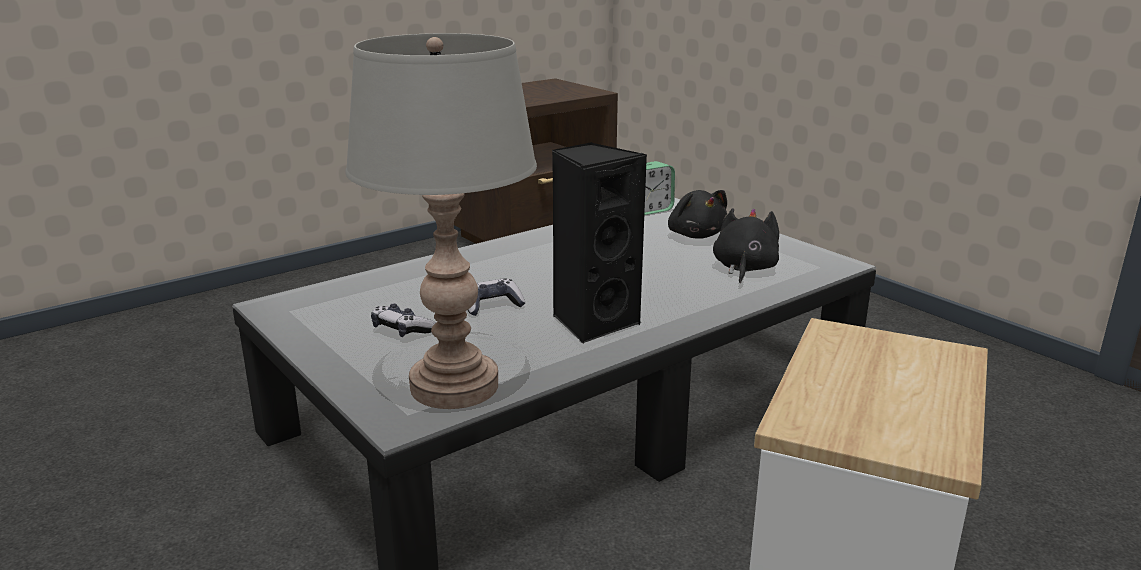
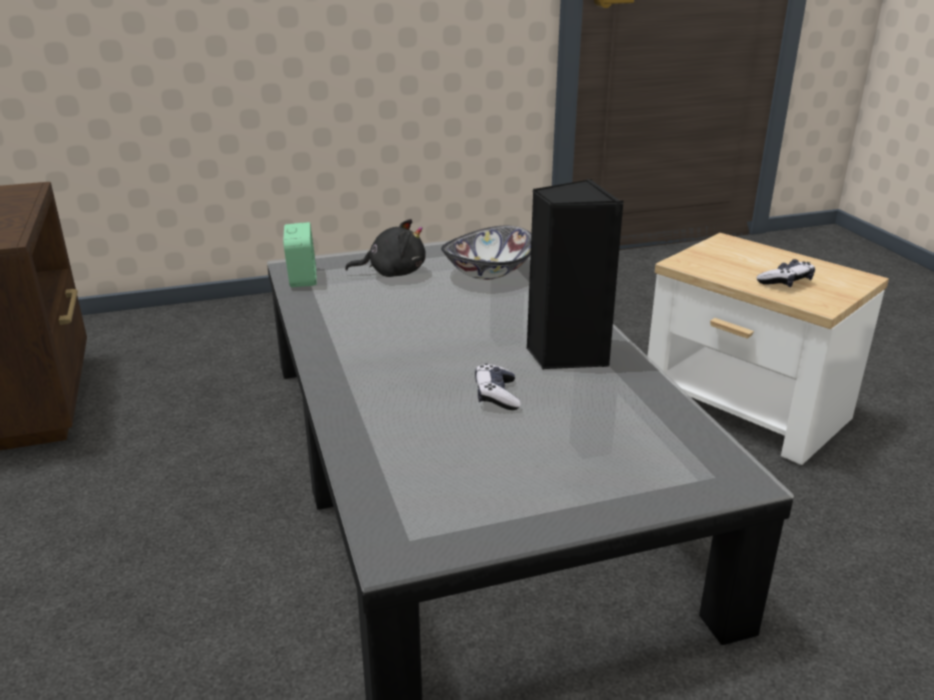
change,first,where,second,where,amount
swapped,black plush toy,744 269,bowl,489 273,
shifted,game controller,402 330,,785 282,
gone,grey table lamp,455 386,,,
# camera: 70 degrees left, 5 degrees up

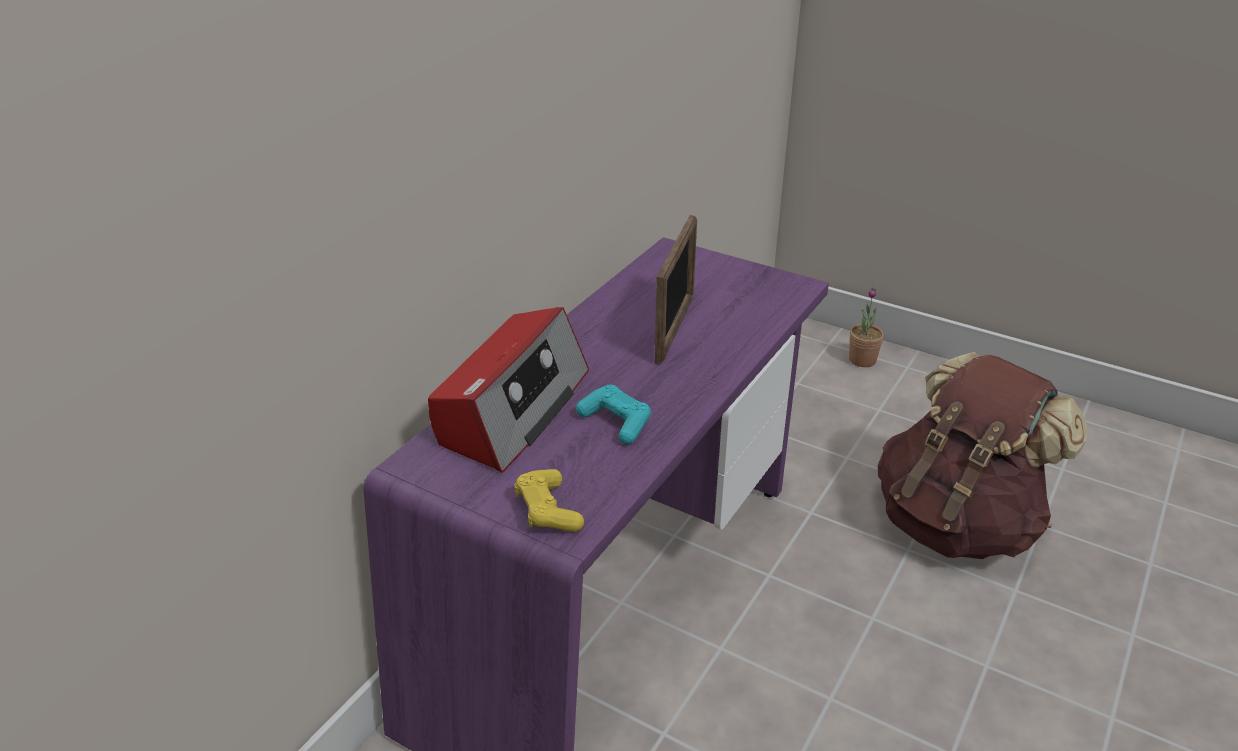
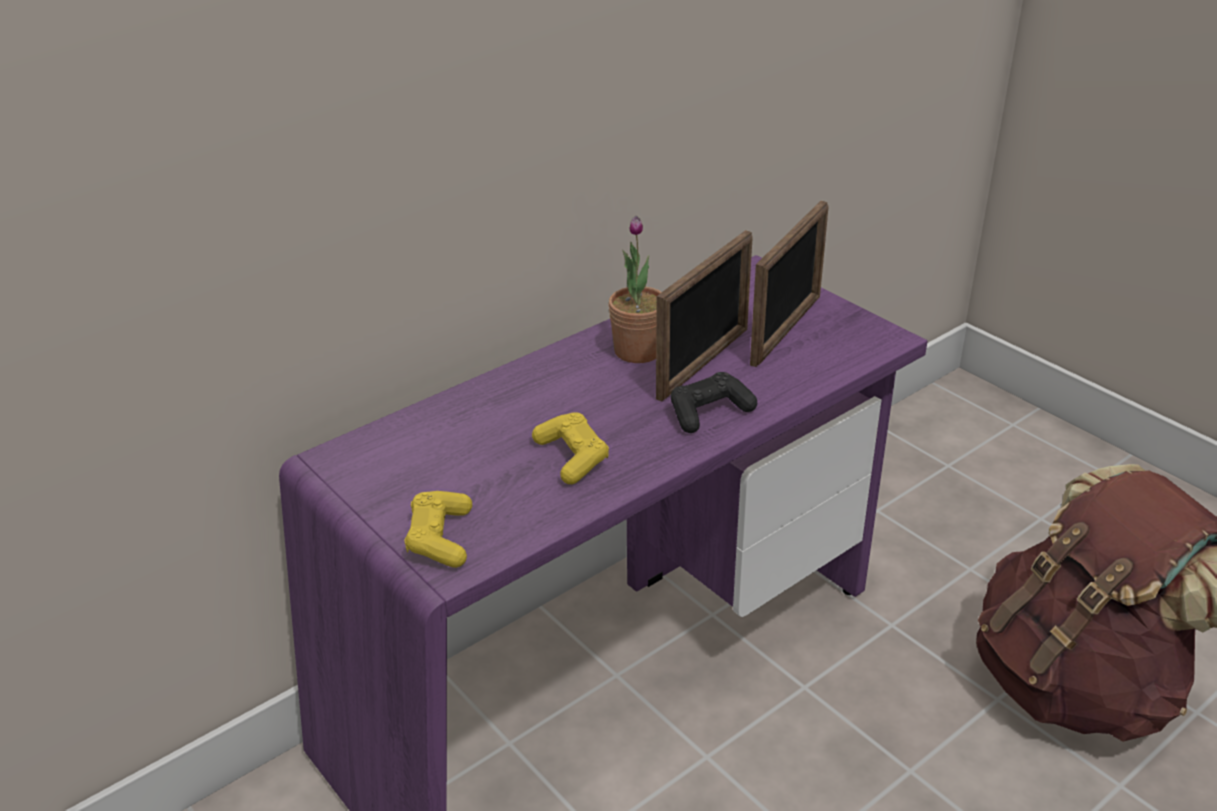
change,first,where,second,where,amount
repainted,turquoise game controller,616 422,yellow game controller,572 457,
shifted,potted plant,862 360,,638 351,
new,,,black game controller,709 412,
new,,,picture frame,786 330,
gone,radio,512 409,,,
# camera: 20 degrees right, 0 degrees up

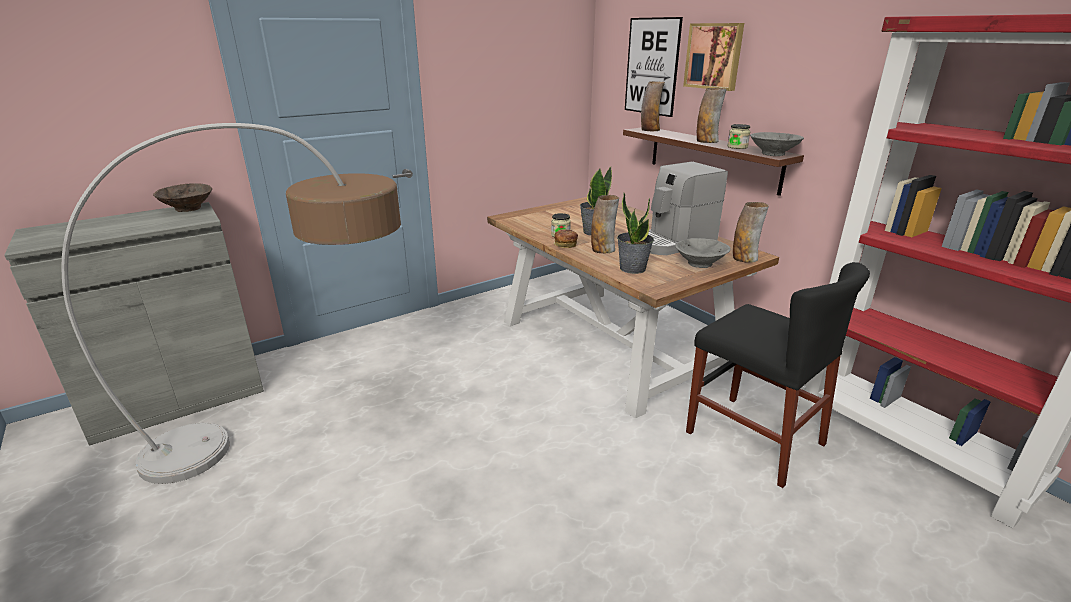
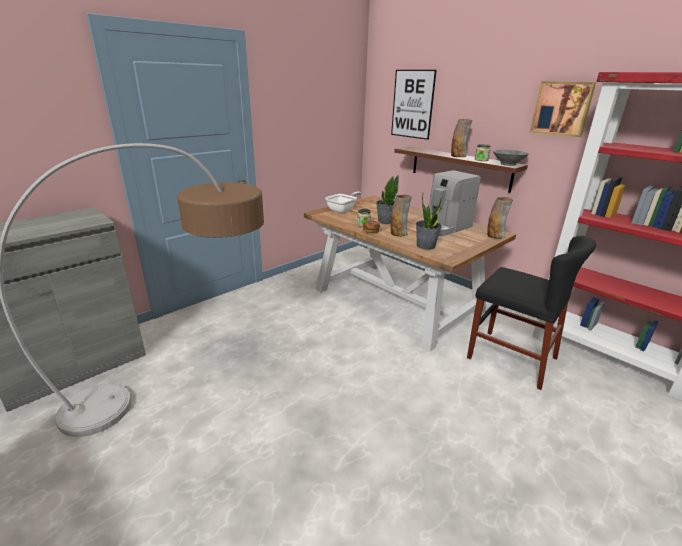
change,first,where,second,where,amount
new,,,frying pan,343 210,
shifted,picture,714 56,,562 108,
gone,brown bowl,187 208,,,
gone,vase,650 130,,,
gone,grey bowl,700 263,,,
# camera: 10 degrees left, 0 degrees up

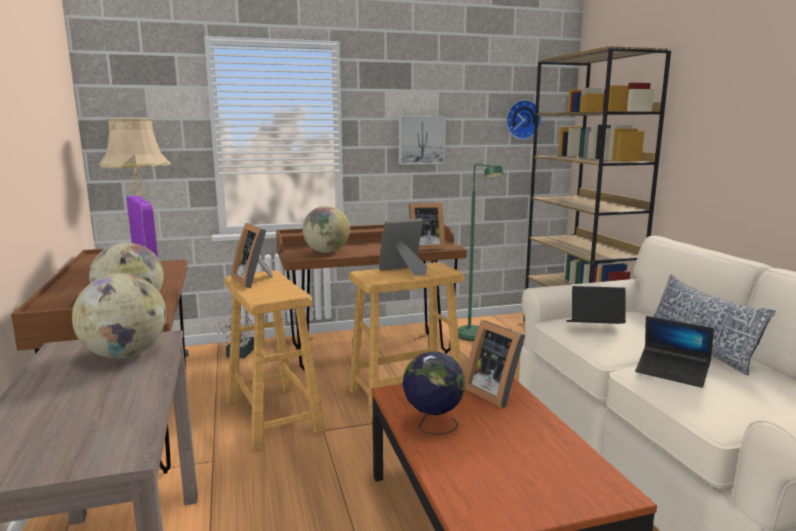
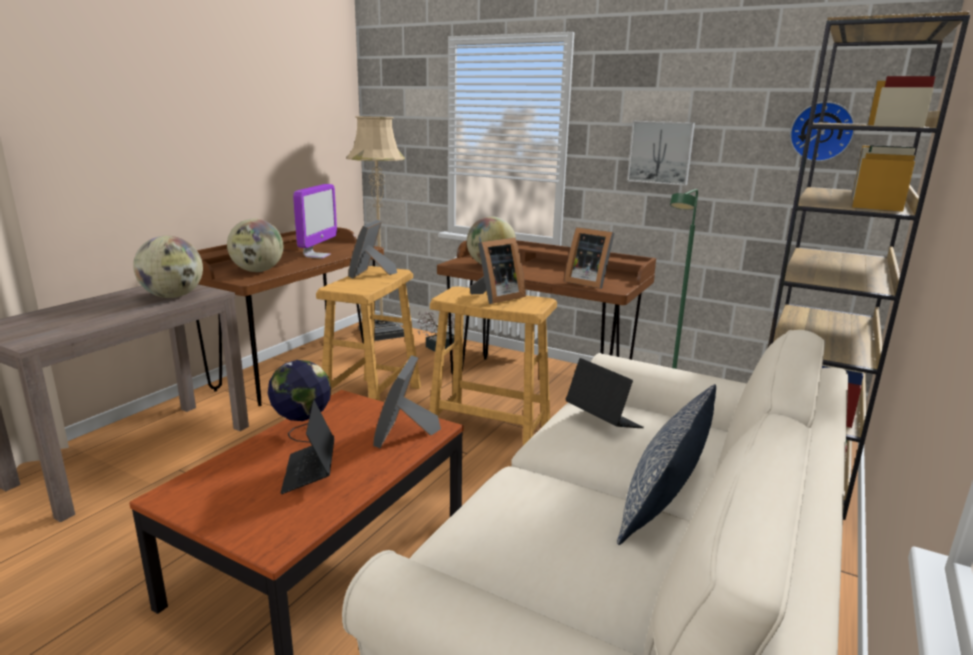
change,first,where,second,where,amount
shifted,laptop,672 372,,309 472,
rotated,picture frame,404 271,,496 297,120 degrees clockwise
# camera: 45 degrees right, 5 degrees up

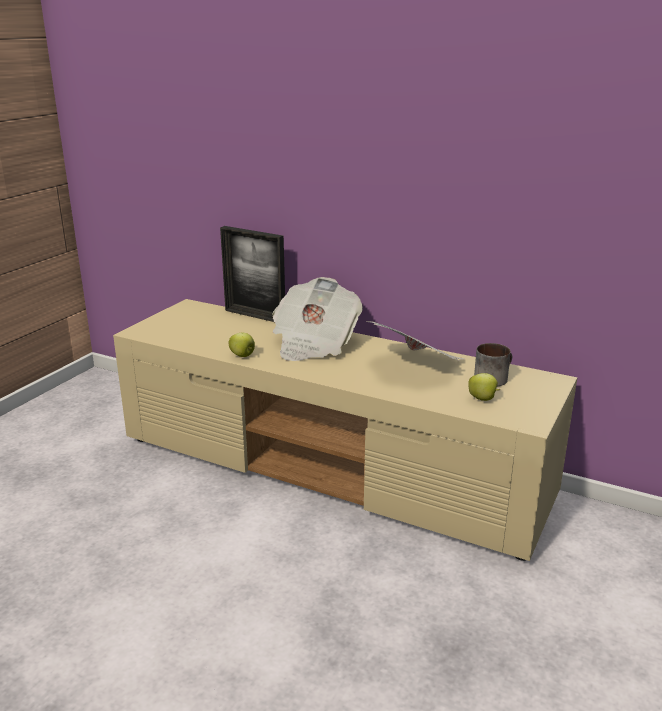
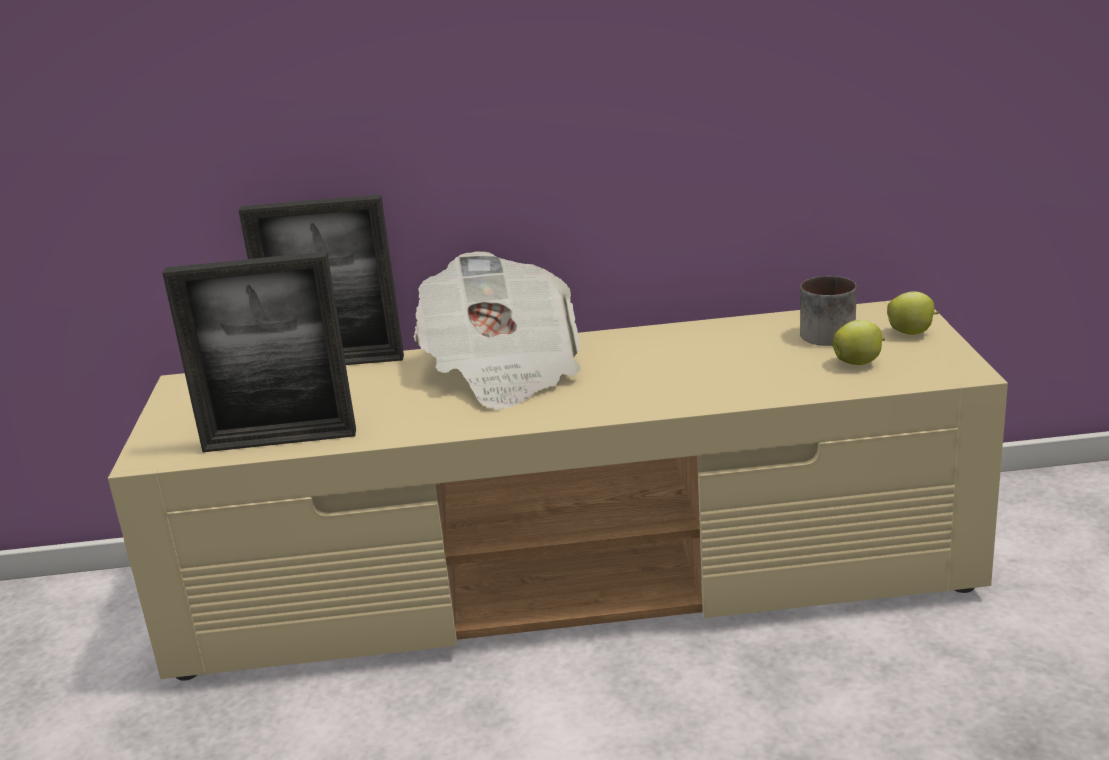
change,first,where,second,where,amount
new,,,picture frame,279 440,
shifted,apple,243 356,,911 333,
gone,newspaper,417 366,,,
# camera: 30 degrees left, 0 degrees up

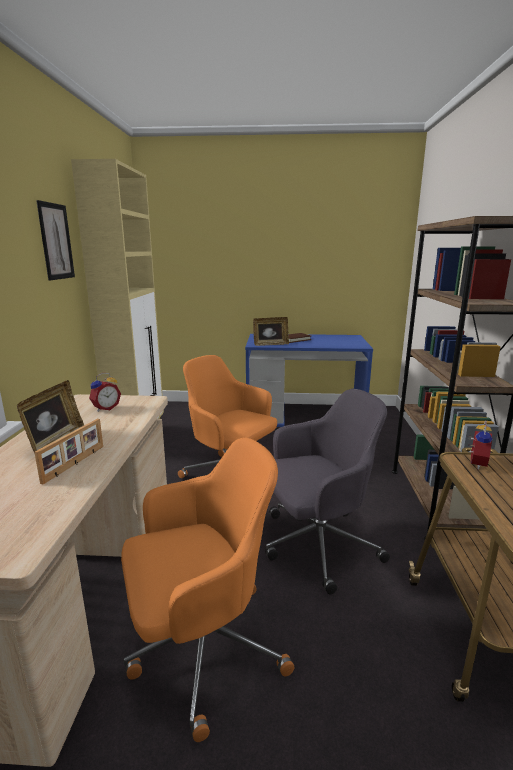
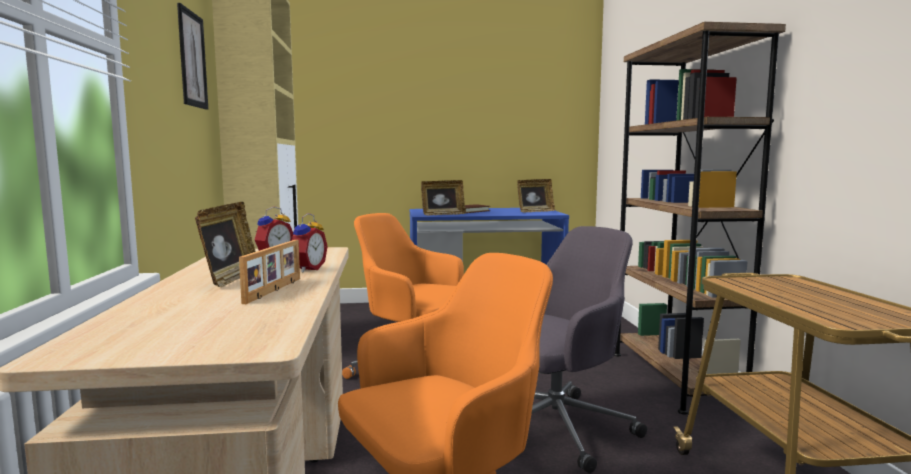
change,first,where,second,where,amount
shifted,alarm clock,475 463,,307 269,
new,,,picture frame,535 211,
# camera: 10 degrees left, 10 degrees down

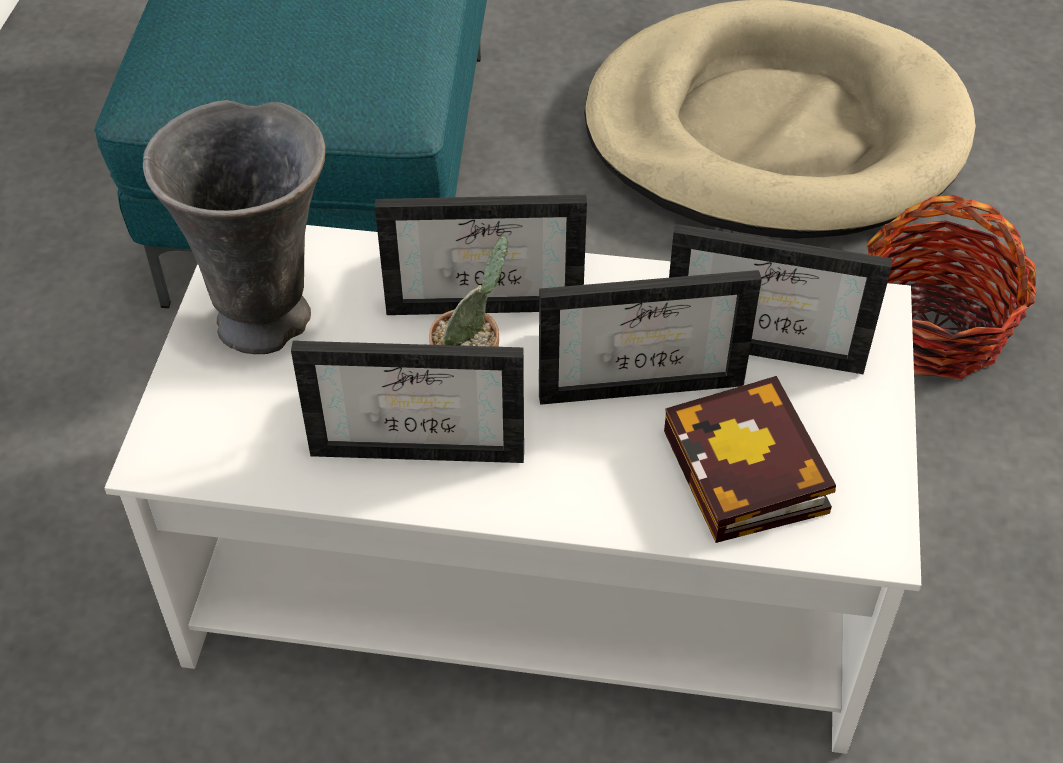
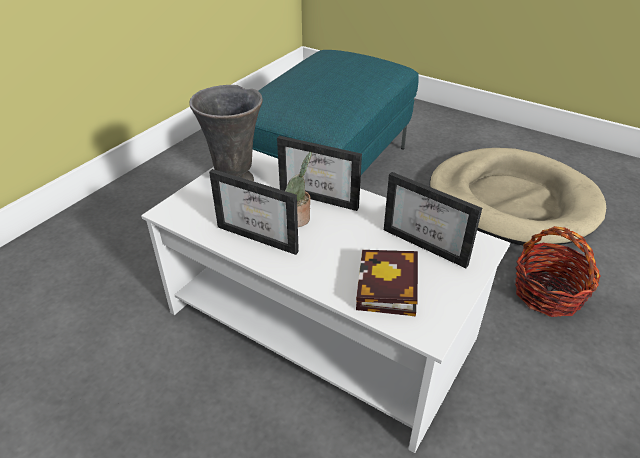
change,first,where,second,where,amount
gone,picture frame,641 375,,,
# camera: 25 degrees right, 10 degrees down

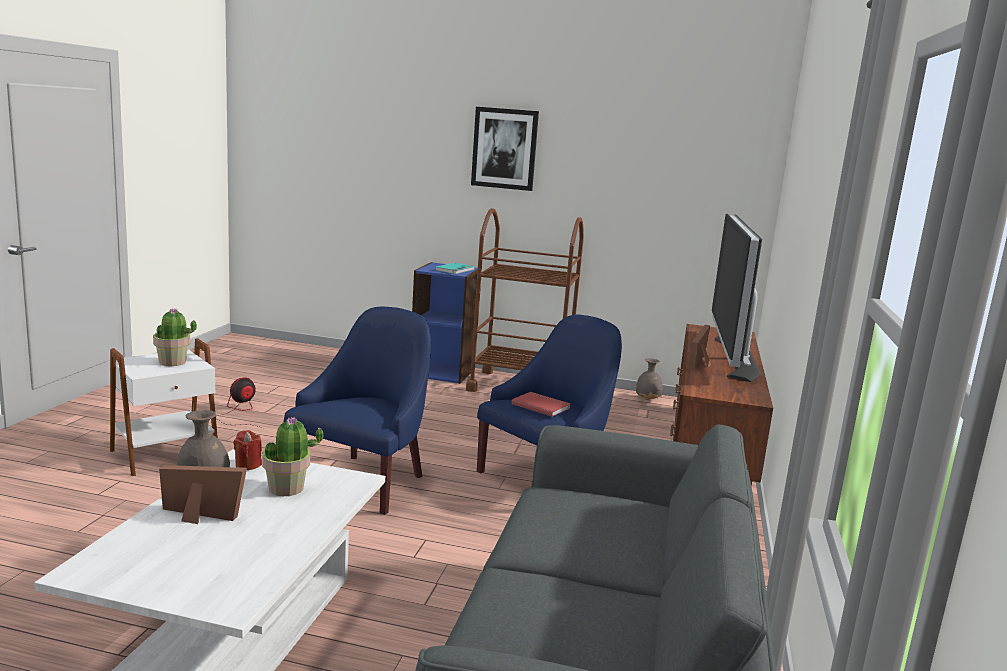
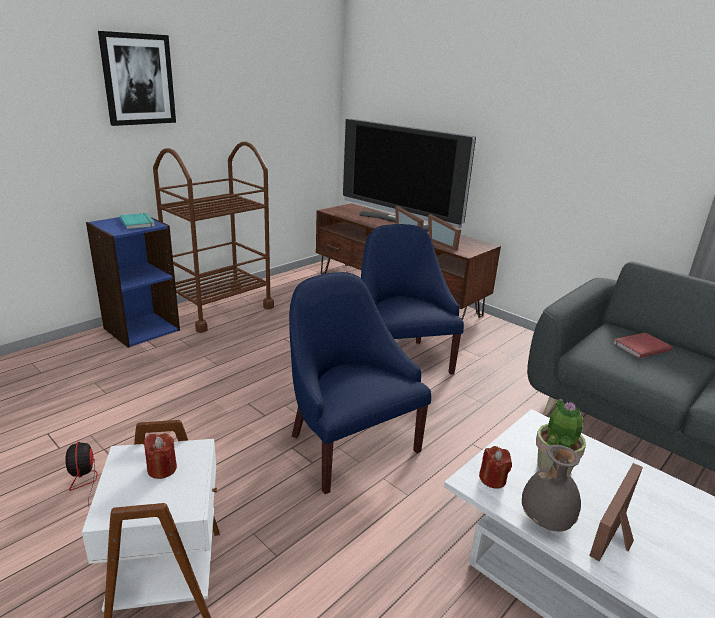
change,first,where,second,where,amount
swapped,potted plant,173 362,red candle,162 469,
new,,,picture frame,444 243,
shifted,red book,541 406,,640 346,
gone,grey vase,648 399,,,
# camera: 60 degrees left, 10 degrees up

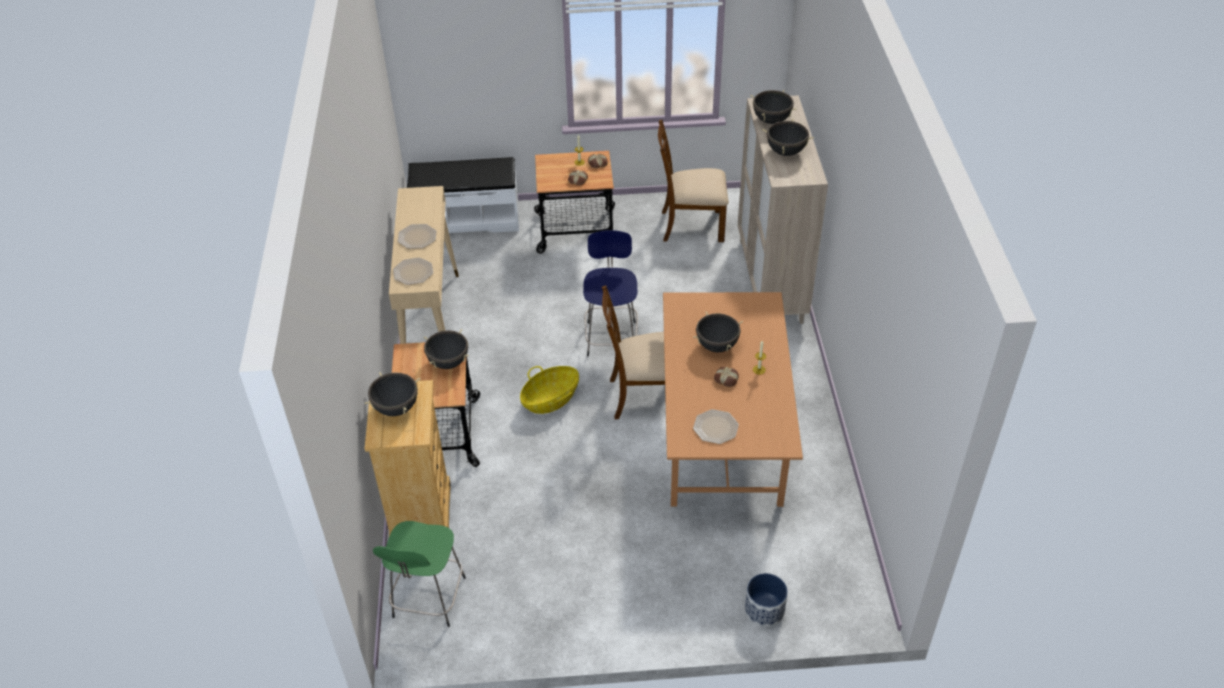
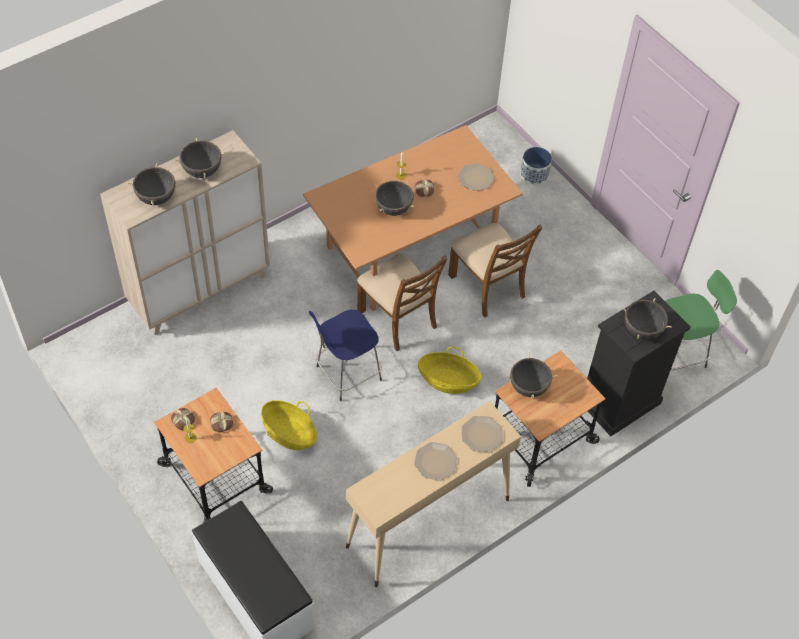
change,first,where,second,where,amount
new,,,basket,289 433,
shifted,brown chair,691 225,,488 286,
repainted,beige dresser,420 515,black dresser,619 402,
# camera: 125 degrees left, 10 degrees up

